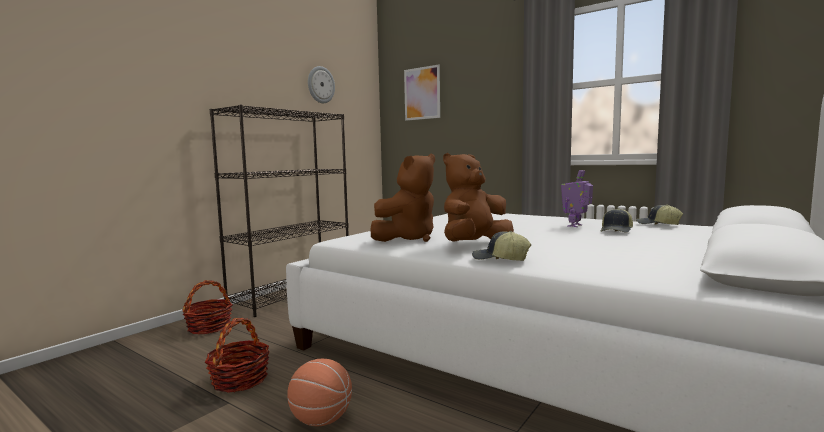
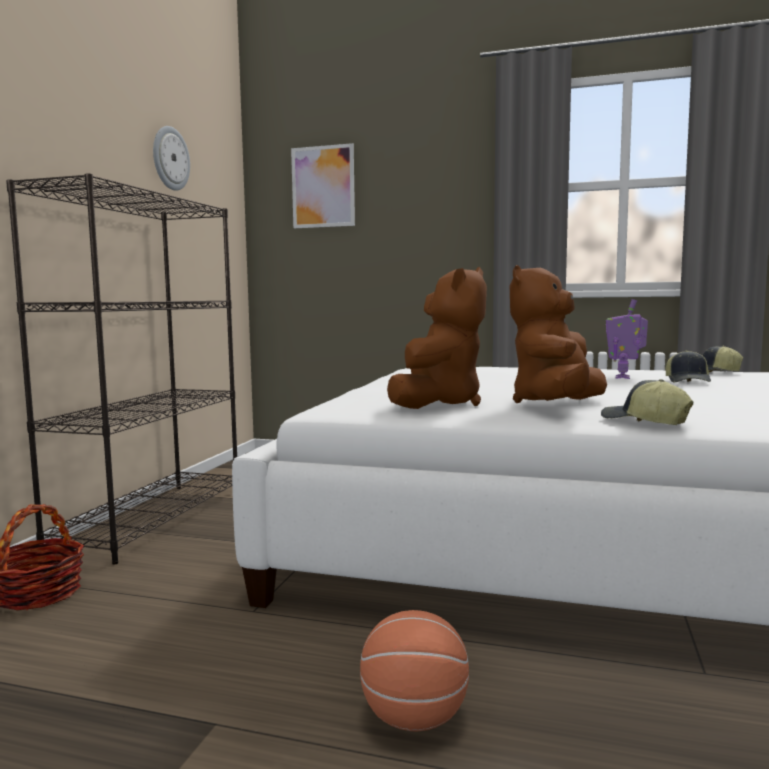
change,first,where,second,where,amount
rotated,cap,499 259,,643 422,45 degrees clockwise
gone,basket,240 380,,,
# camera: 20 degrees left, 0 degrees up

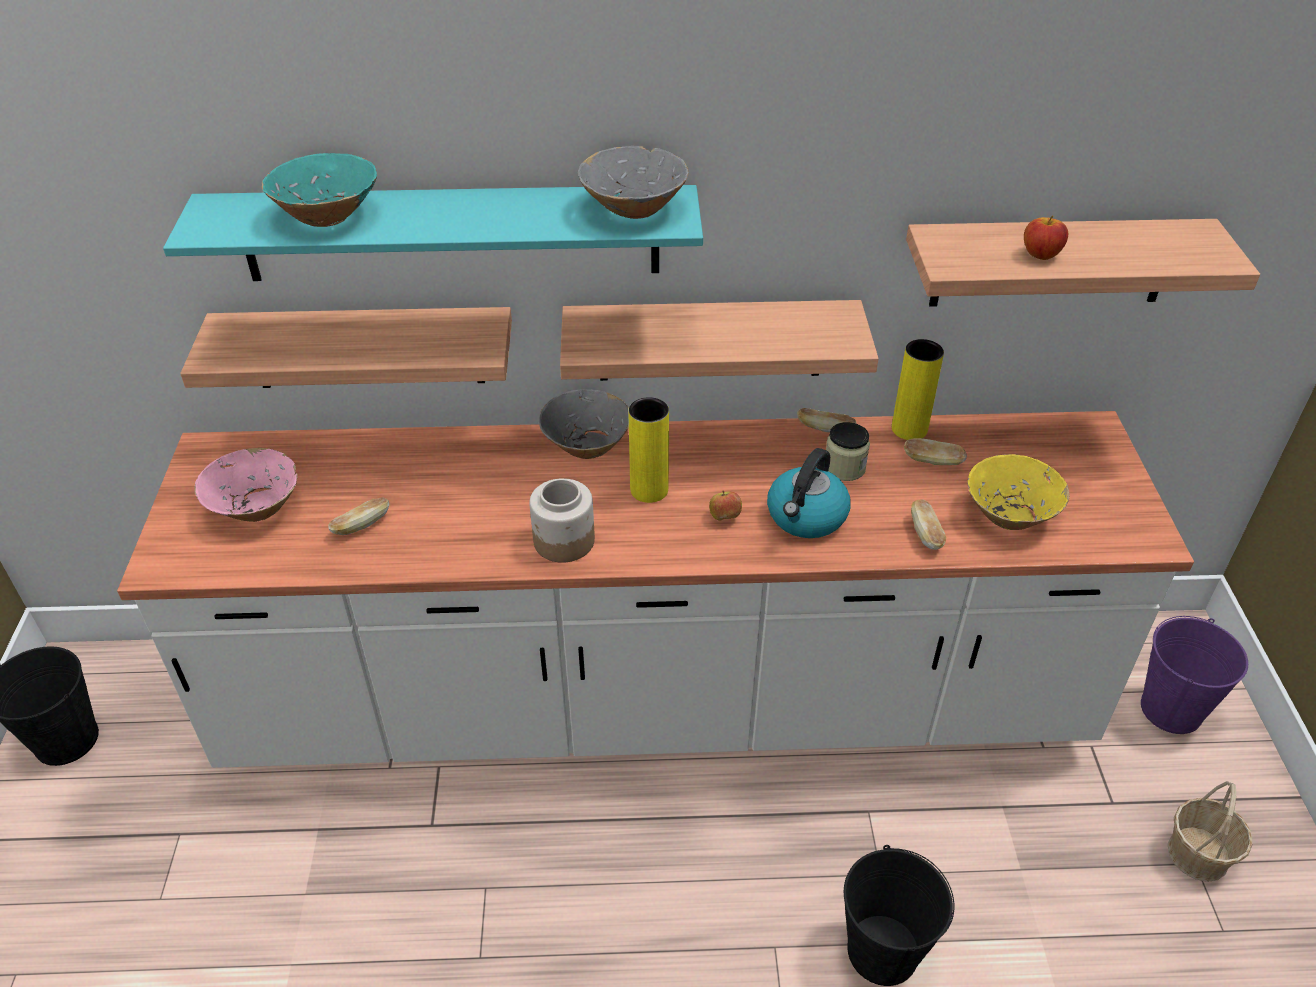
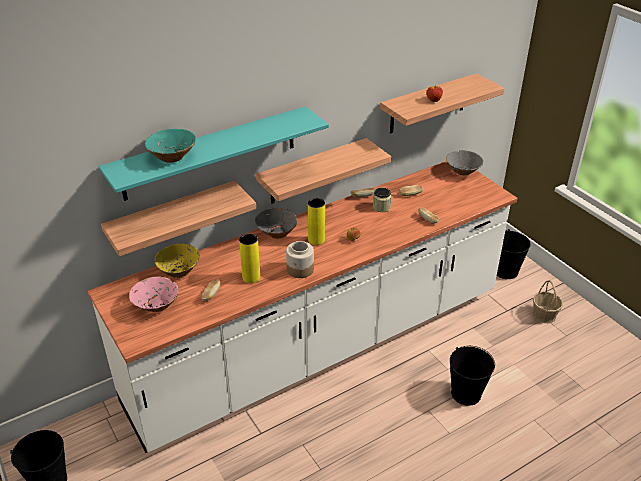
change,first,where,second,where,amount
shifted,yellow bowl,1010 515,,179 271,
shifted,yellow vase,909 429,,251 277,
shifted,grey bowl,634 209,,463 172,
repainted,purple bucket,1171 709,black bucket,505 271,
gone,kettle,806 517,,,
# camera: 30 degrees left, 5 degrees down

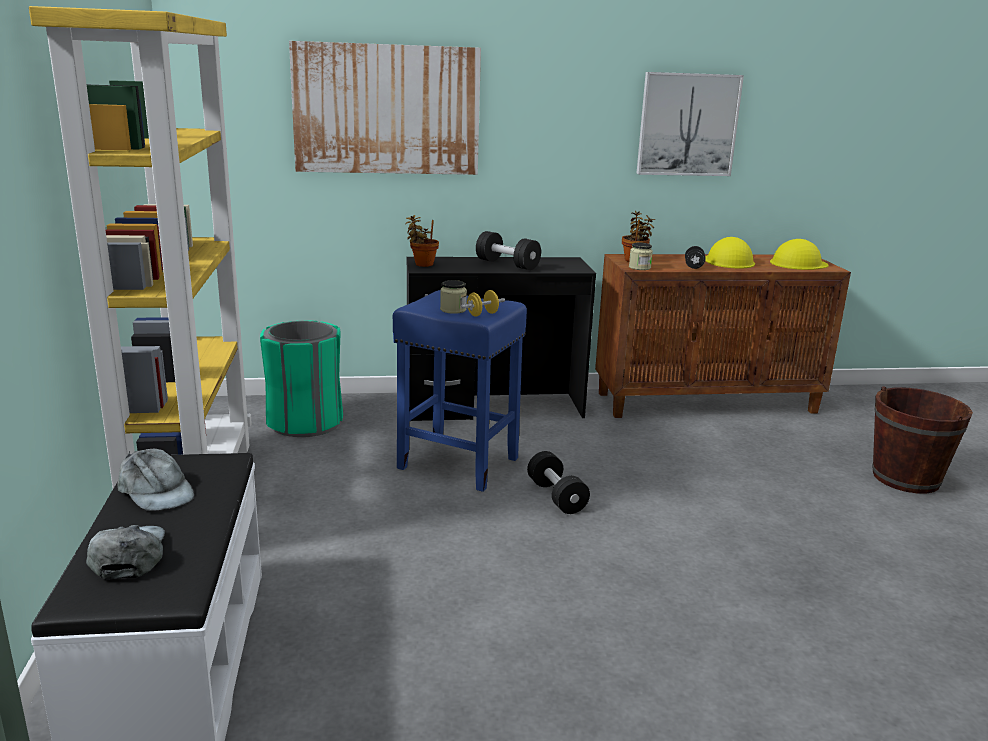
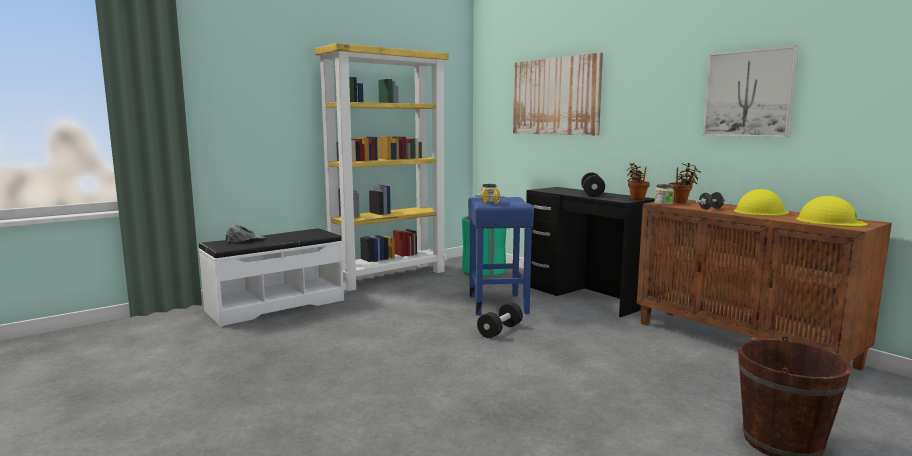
change,first,where,second,where,amount
shifted,potted plant,422 264,,636 198,
gone,grey cap,155 491,,,
# camera: 60 degrees right, 10 degrees down

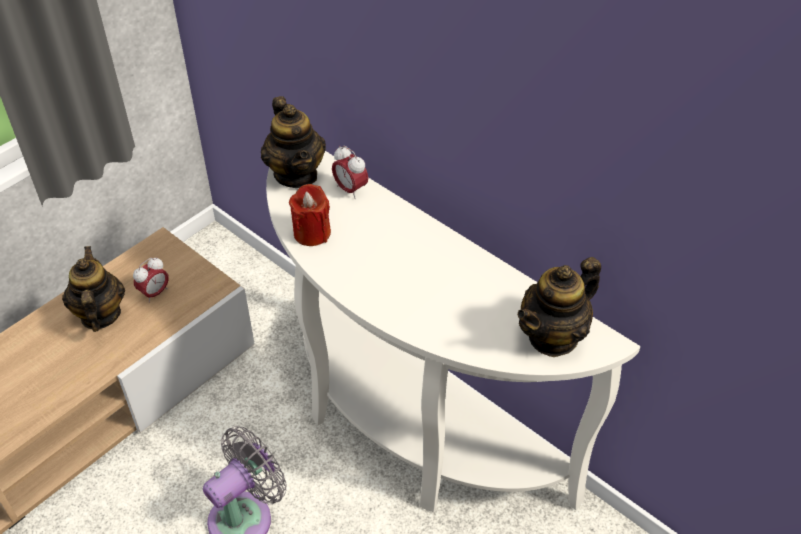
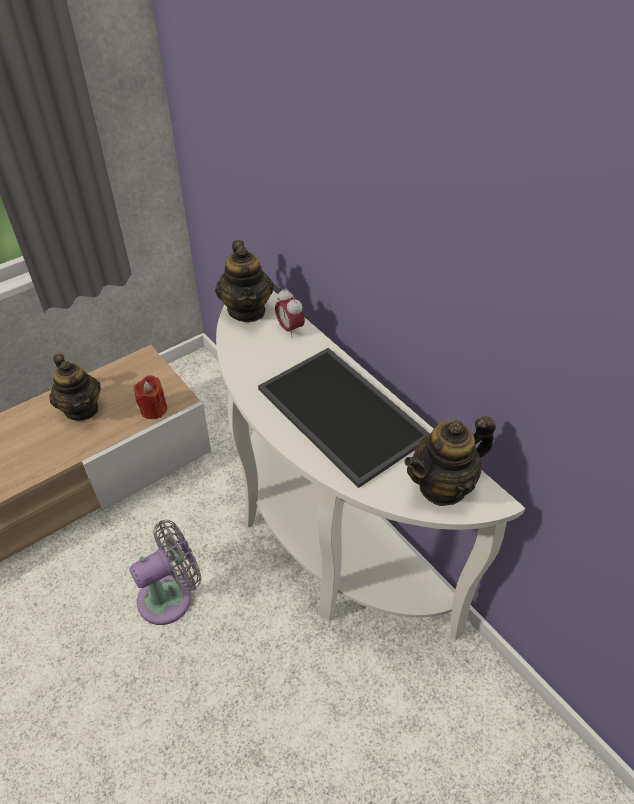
change,first,where,second,where,amount
rotated,teapot,100 315,,82 409,150 degrees clockwise
shifted,red candle,312 233,,153 409,
new,,,tray,345 413,
gone,alarm clock,155 293,,,
# camera: 10 degrees right, 0 degrees up

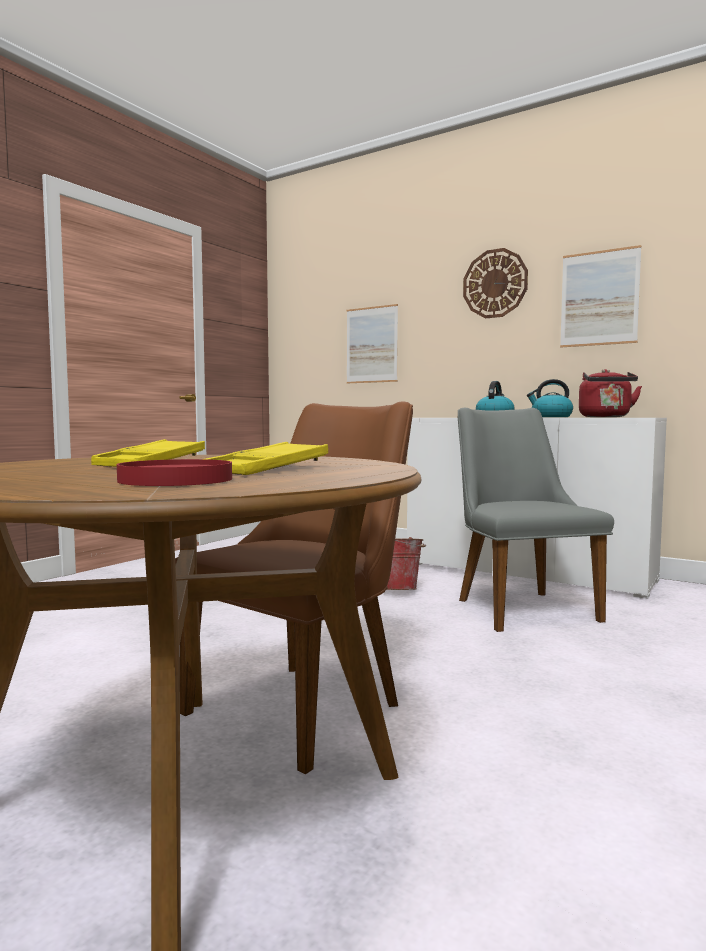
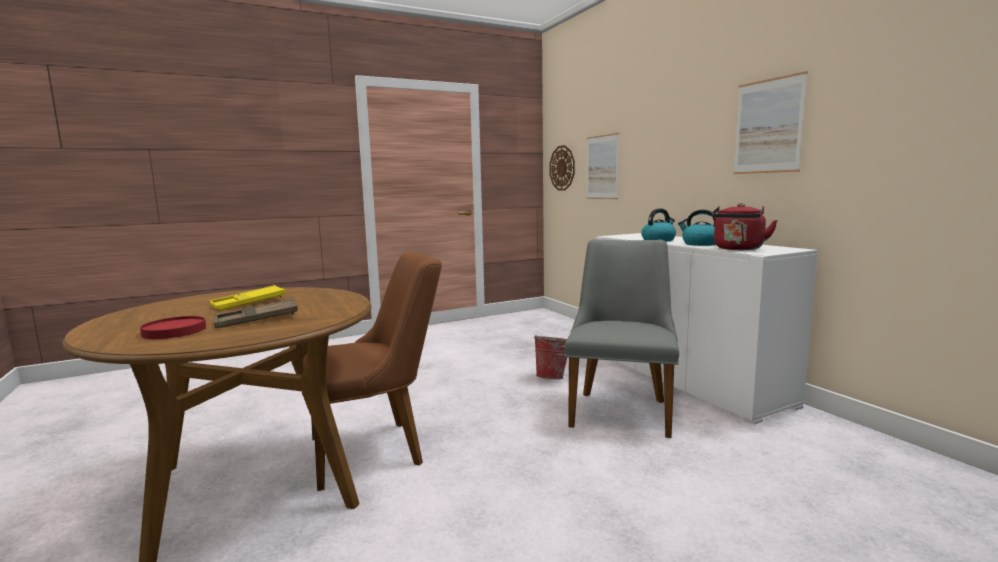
change,first,where,second,where,amount
repainted,yellow tray,267 469,brown tray,257 319,
shifted,wall clock,495 283,,562 168,
# camera: 30 degrees right, 5 degrees up

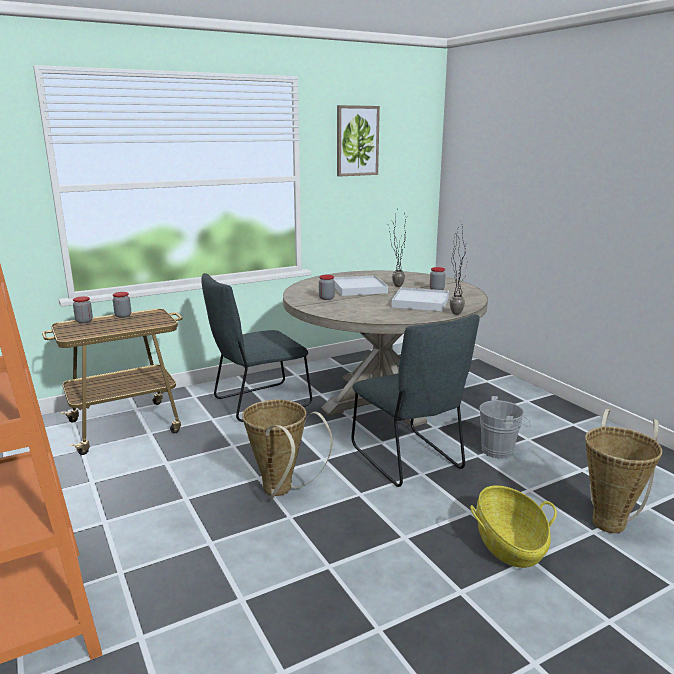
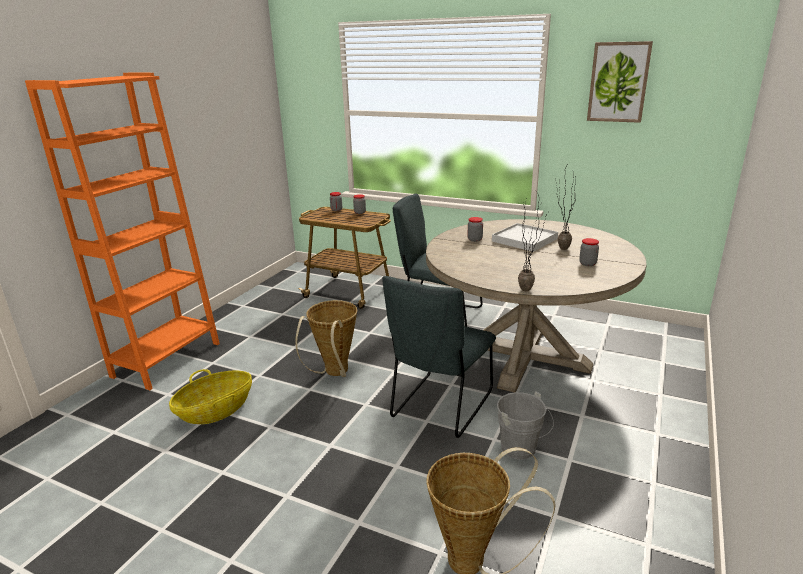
change,first,where,second,where,amount
shifted,basket,509 544,,216 411,
gone,white tray,420 302,,,
# camera: 55 degrees right, 5 degrees up

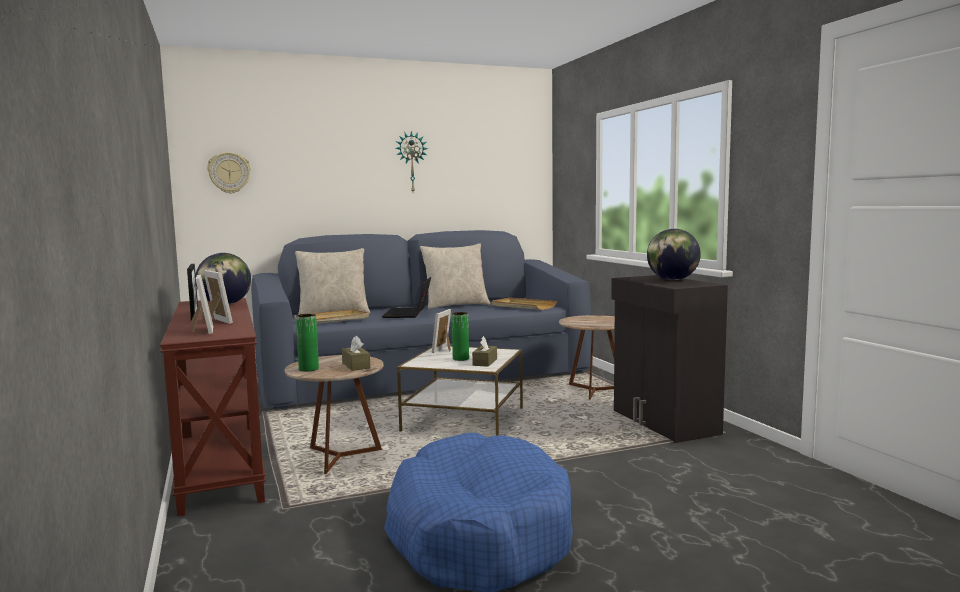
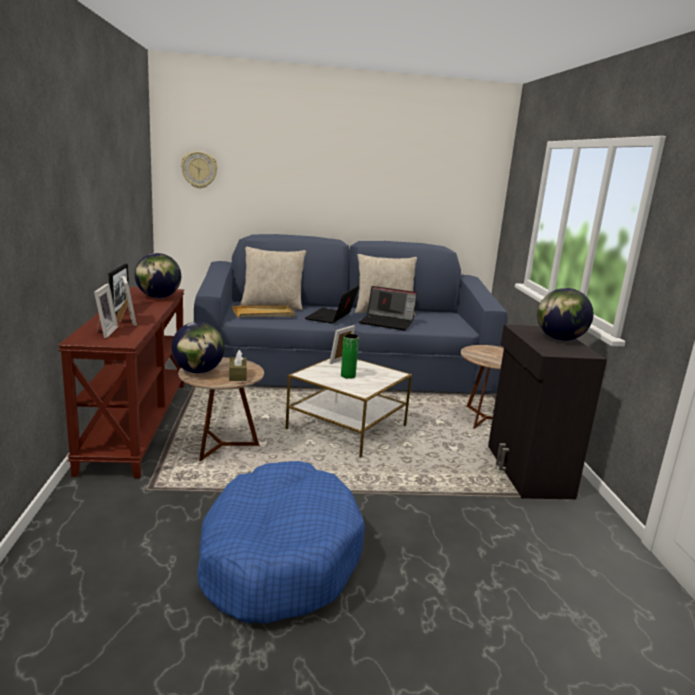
change,first,where,second,where,amount
swapped,green vase,308 369,globe,198 371,
new,,,laptop,387 322,
gone,wall clock,411 162,,,
gone,brown tissue box,485 362,,,
gone,beige tray,523 306,,,
# camera: 15 degrees right, 10 degrees up

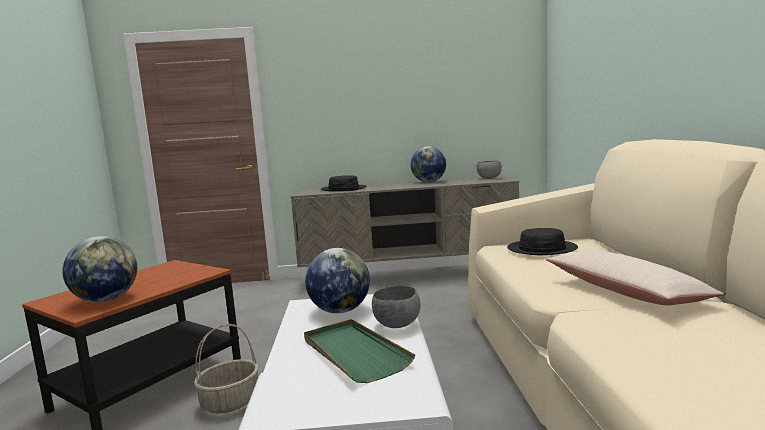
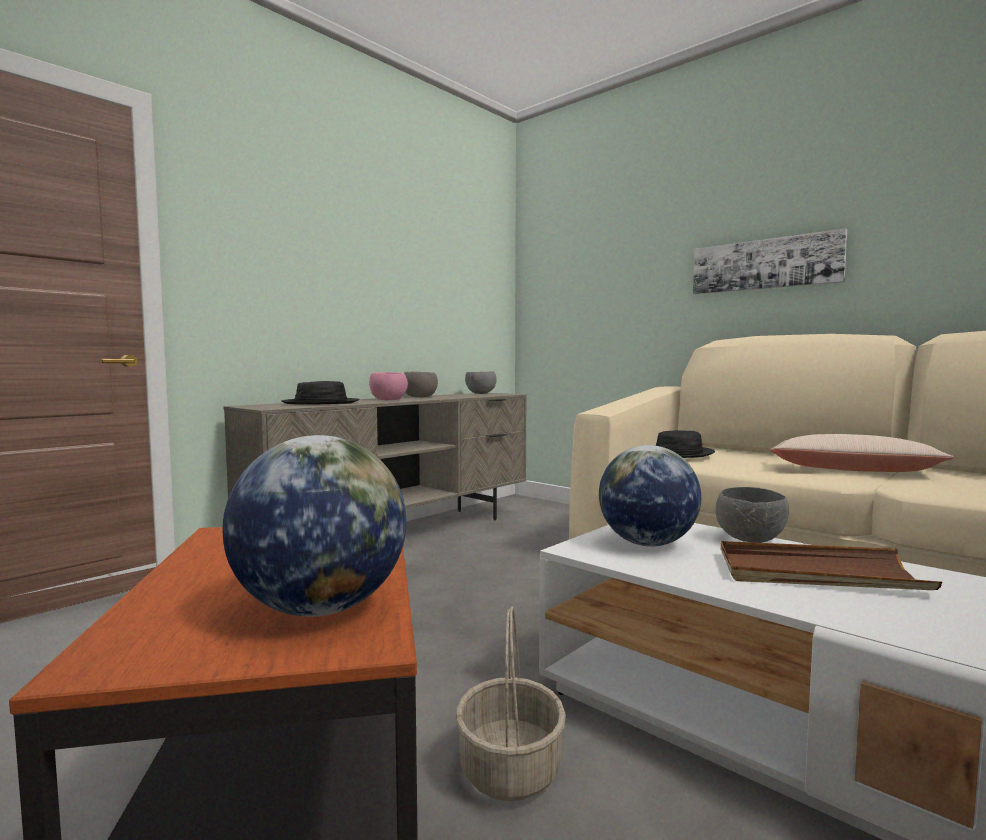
change,first,where,second,where,amount
new,,,pink bowl,388 399,
swapped,globe,428 182,grey bowl,419 396,
new,,,picture,765 264,
repainted,green tray,354 353,brown tray,816 573,
# camera: 45 degrees left, 5 degrees down

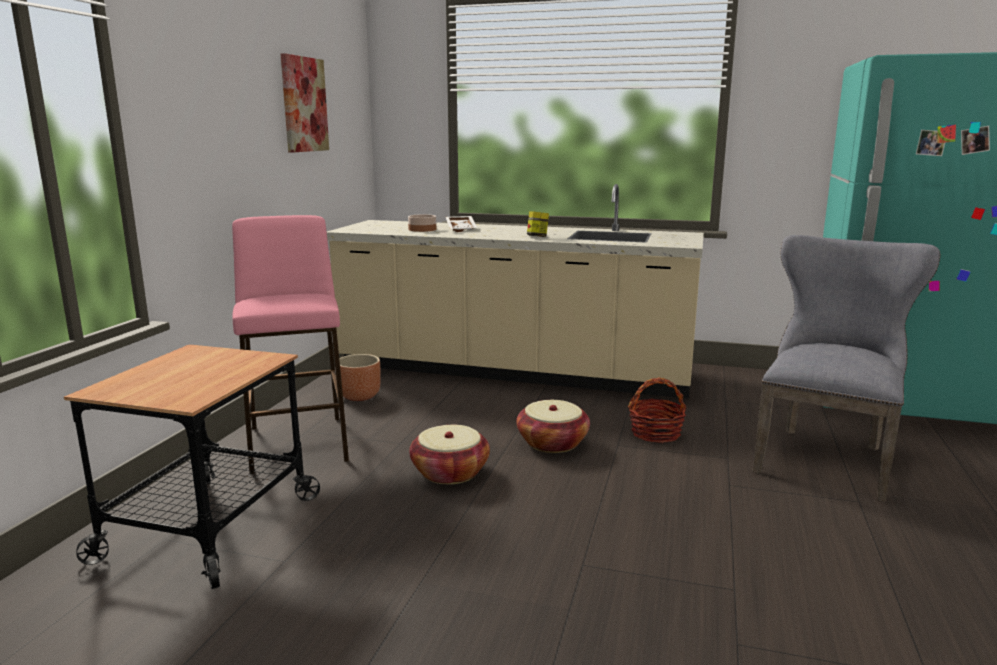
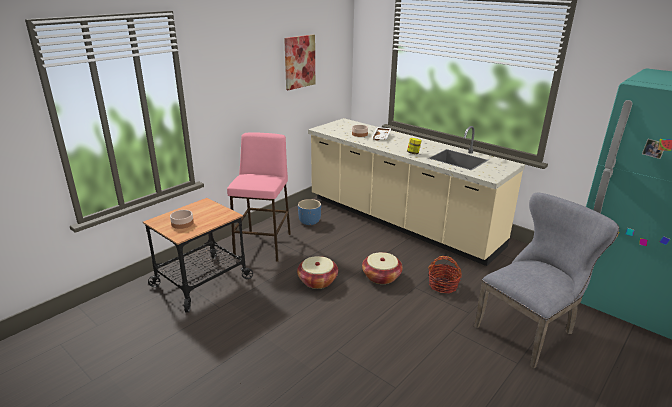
change,first,where,second,where,amount
new,,,bowl,182 223,
repainted,brown planter,360 396,blue planter,309 222,
# camera: 25 degrees right, 10 degrees up

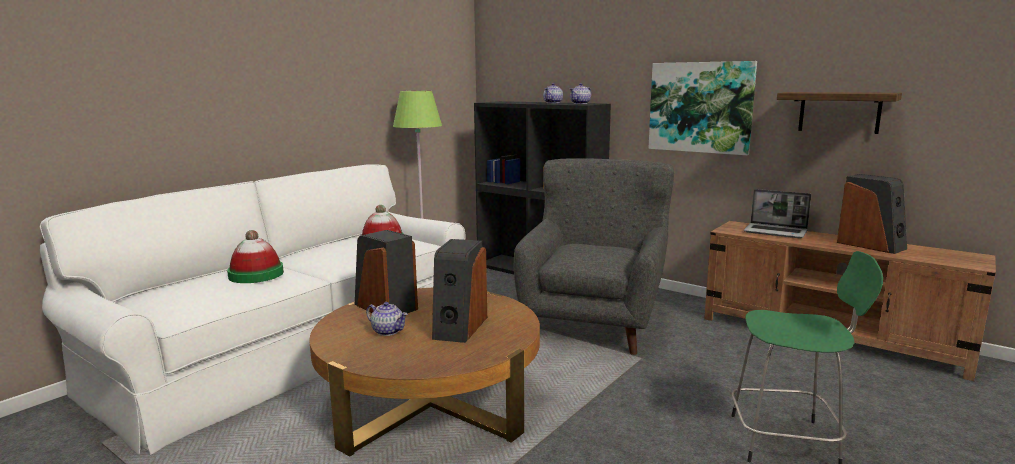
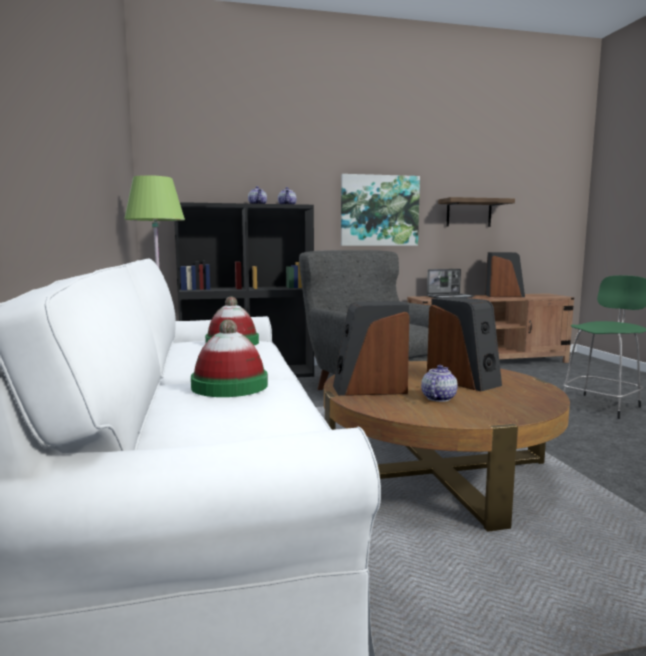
change,first,where,second,where,amount
rotated,teapot,388 331,,438 398,45 degrees counterclockwise
# camera: 50 degrees left, 5 degrees down

